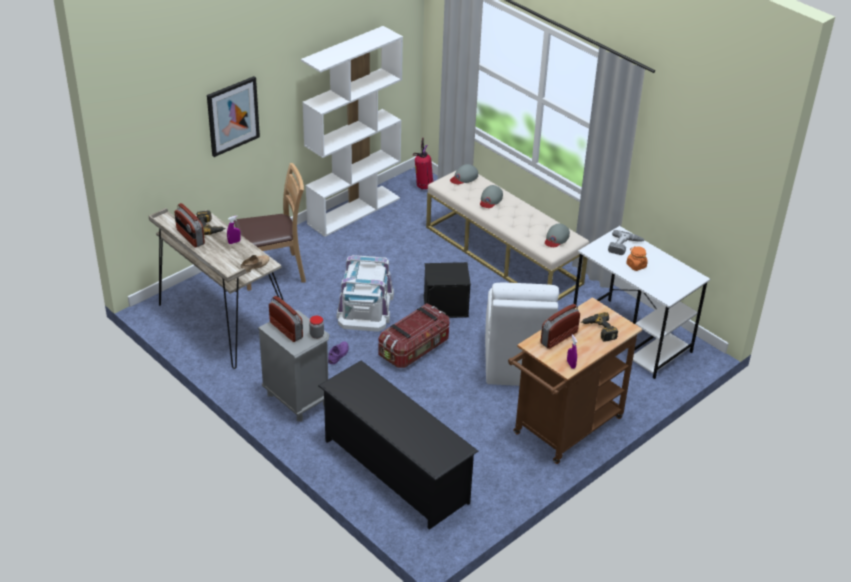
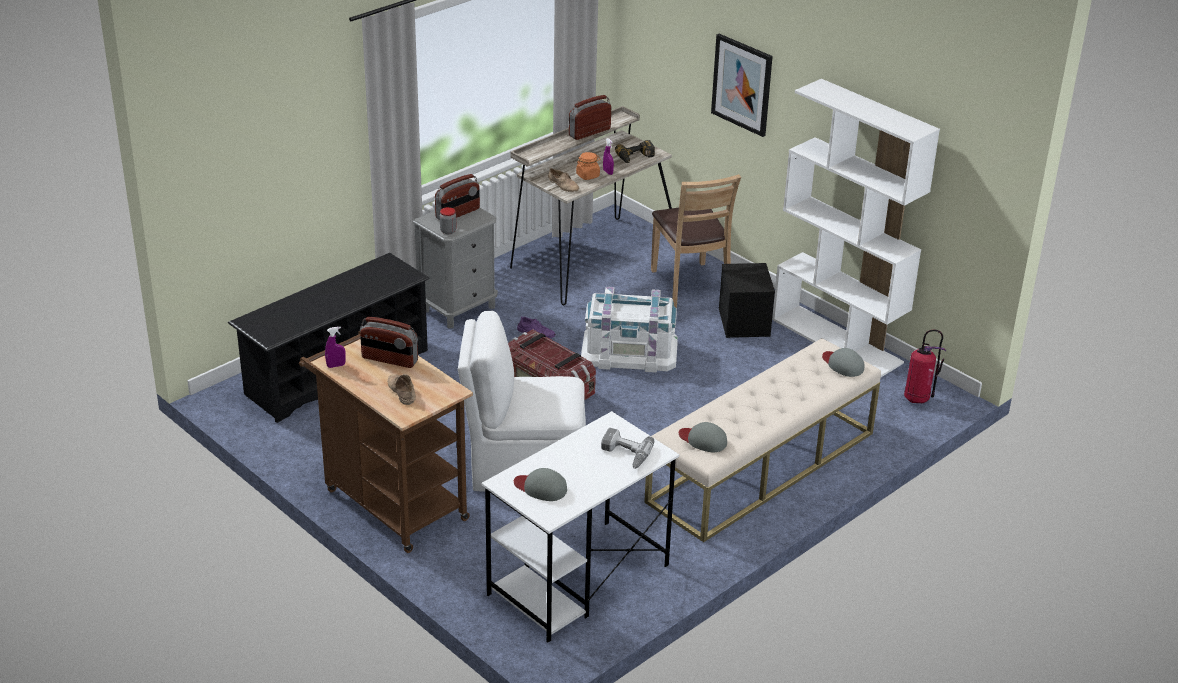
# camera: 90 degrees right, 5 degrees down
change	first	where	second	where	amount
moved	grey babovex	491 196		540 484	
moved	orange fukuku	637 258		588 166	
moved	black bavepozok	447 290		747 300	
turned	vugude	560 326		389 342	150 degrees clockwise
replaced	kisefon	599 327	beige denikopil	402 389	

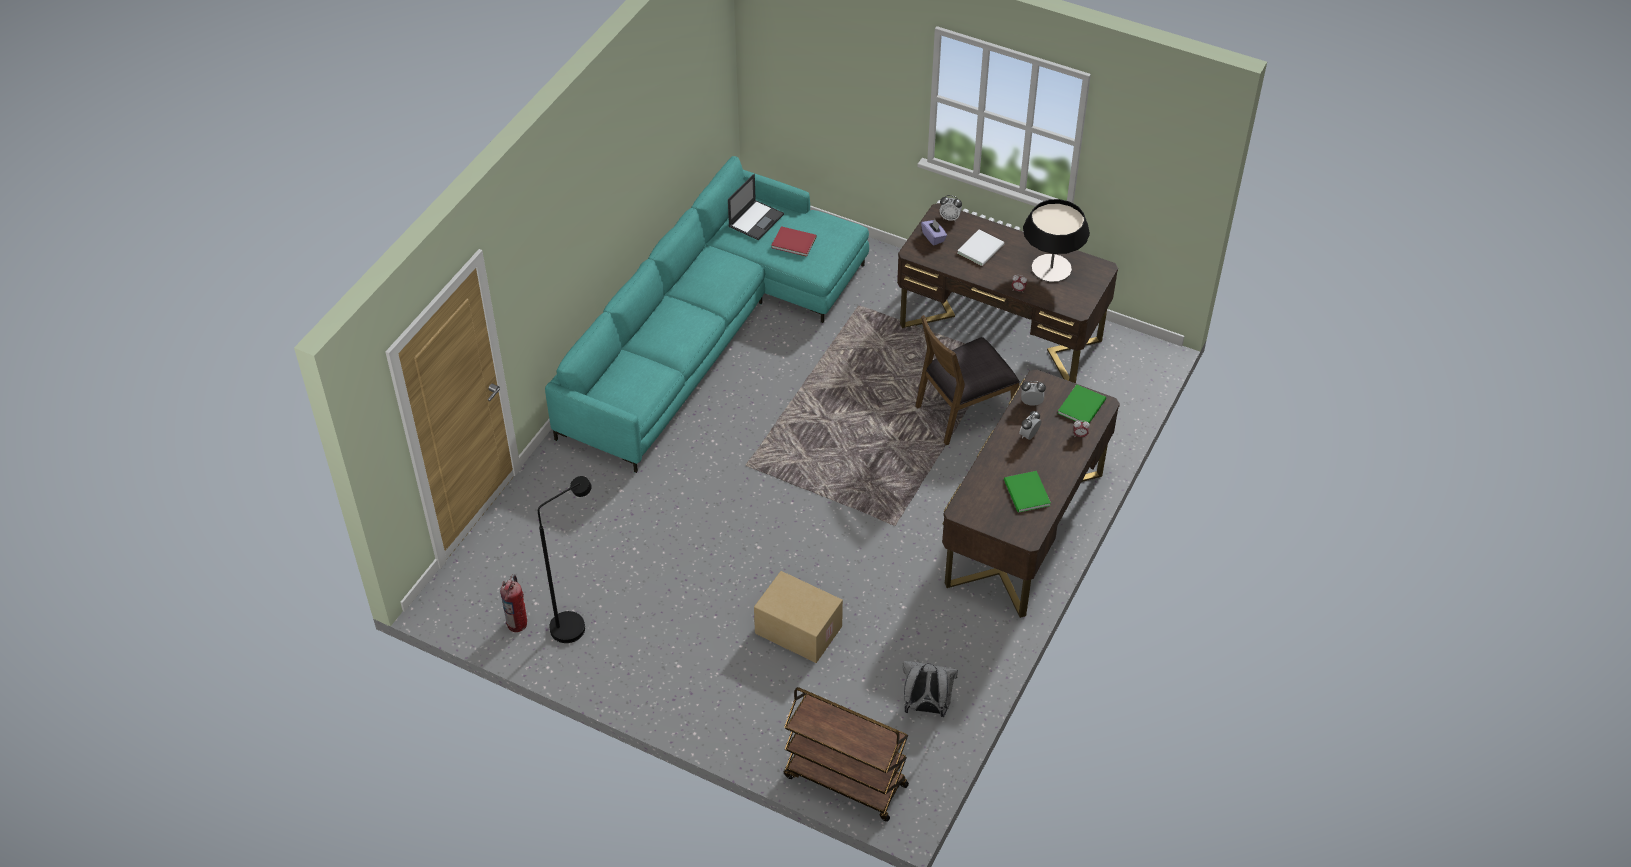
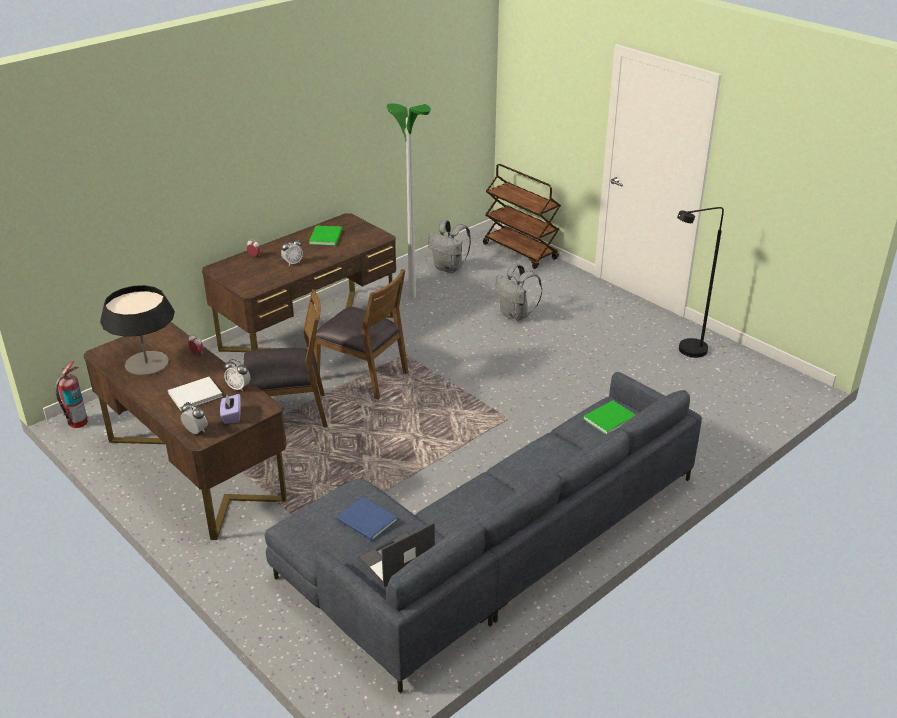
# camera: 160 degrees left, 15 degrees down
change	first	where	second	where	amount
recoloured	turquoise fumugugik	707 314	grey fumugugik	483 532	
recoloured	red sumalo	794 241	blue sumalo	366 519	
moved	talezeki	1033 393		237 375	
moved	green sumalo	1082 403		609 417	
replaced	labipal	798 617	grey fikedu	518 293	
moved	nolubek	513 603		71 394	
added			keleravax	409 200	
added			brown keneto	361 334	

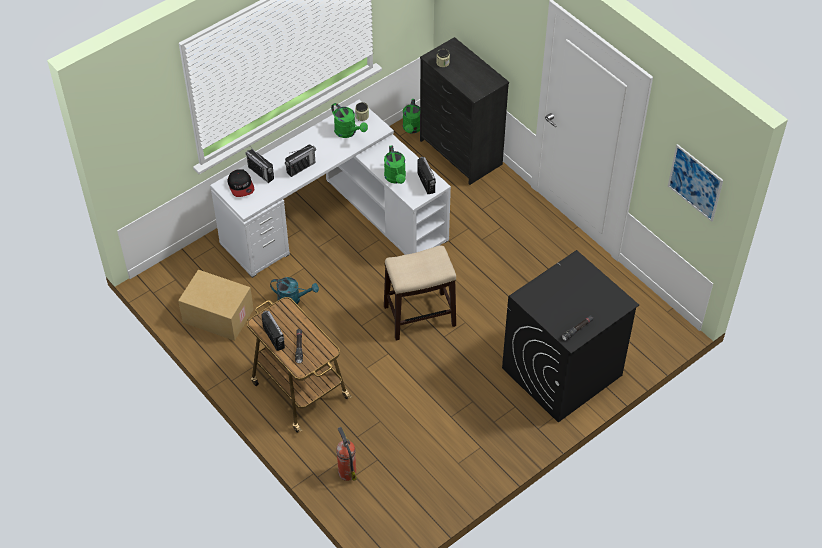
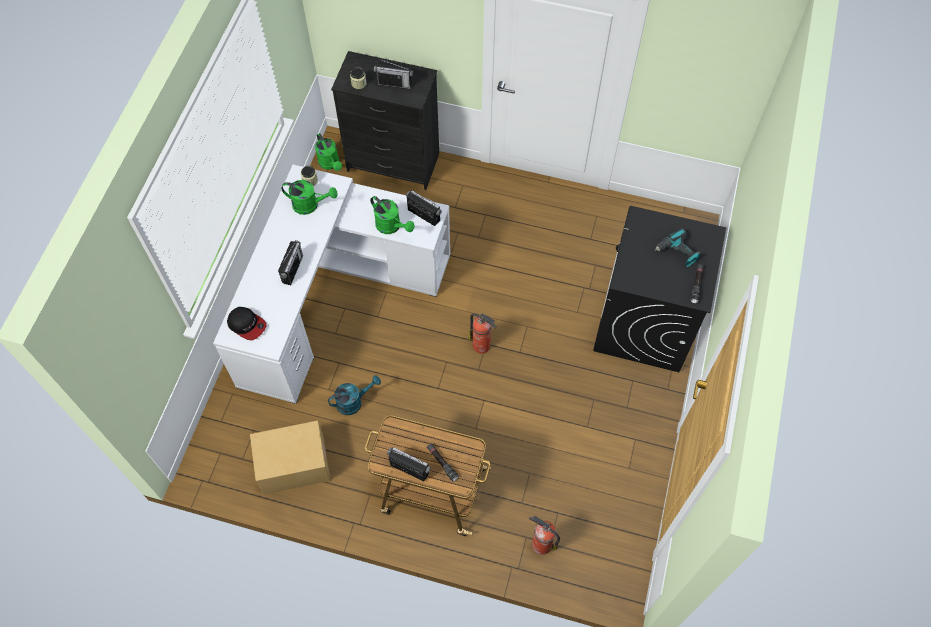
# camera: 35 degrees left, 10 degrees up
change	first	where	second	where	amount
removed	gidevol	695 183			
moved	vugude	259 164		393 74	
replaced	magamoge	420 293	nolubek	483 333	
added			kisefon	677 247	

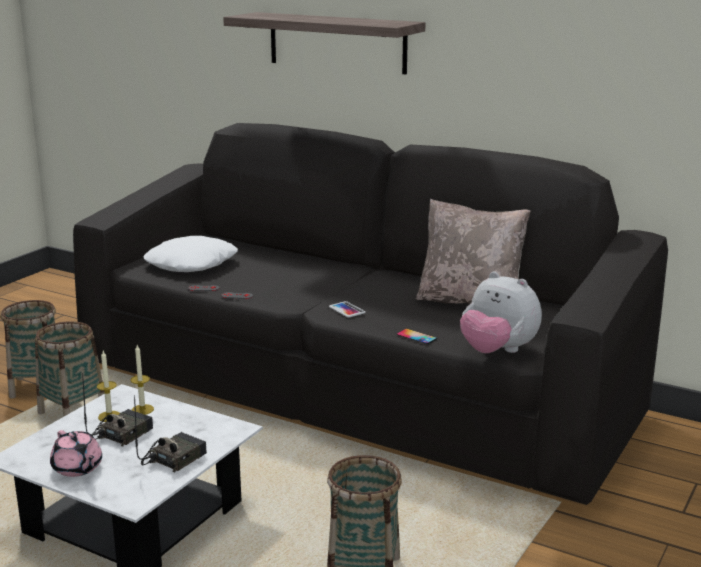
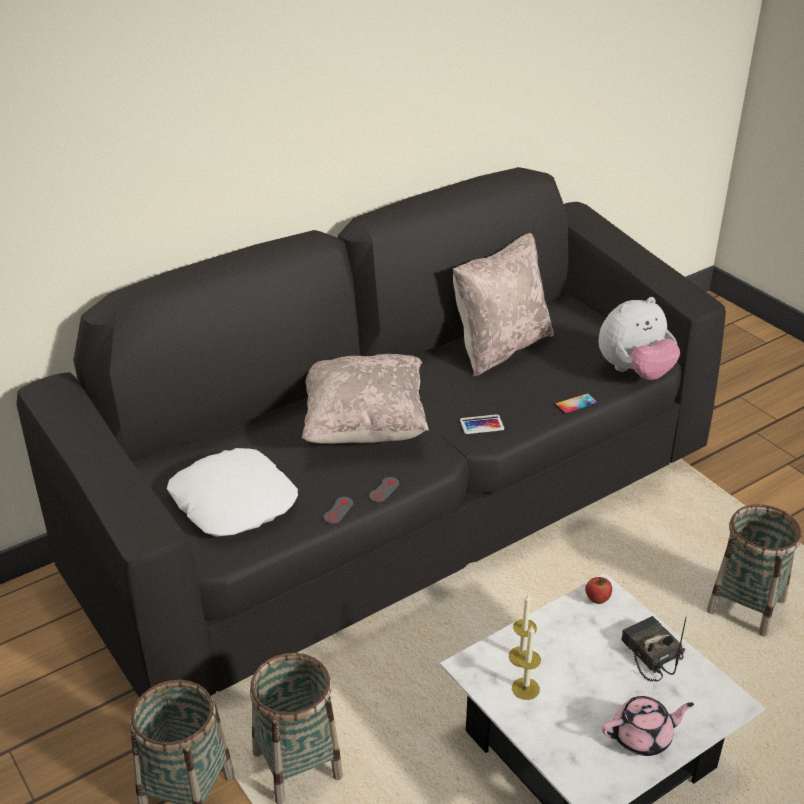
# camera: 65 degrees left, 15 degrees up
change	first	where	second	where	amount
removed	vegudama	324 43			
removed	vugude	117 410			
added			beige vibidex	365 399	
added			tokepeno	598 590	

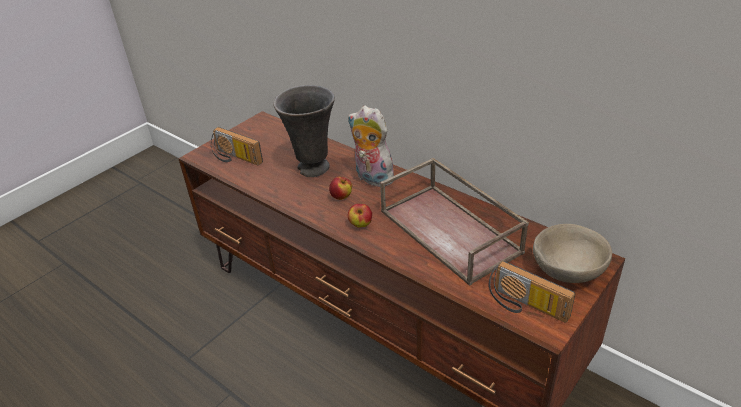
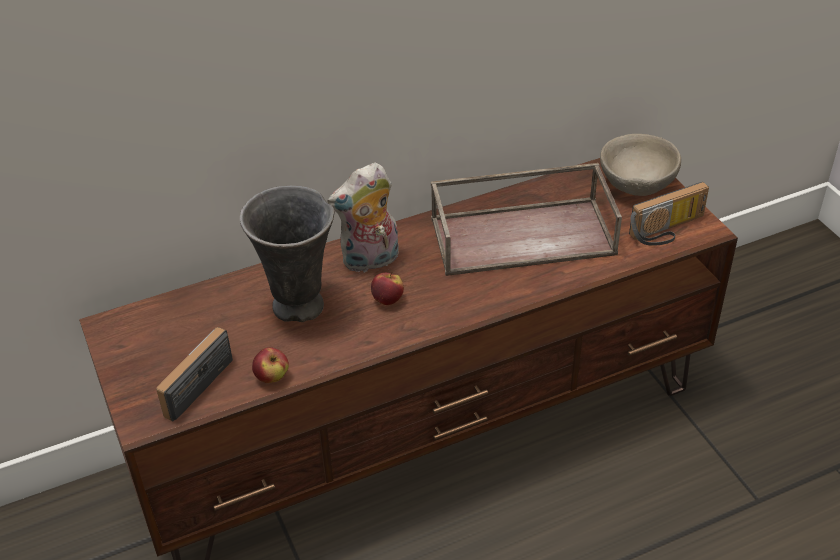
# camera: 65 degrees left, 5 degrees up
change	first	where	second	where	amount
turned	vugude	237 146		194 374	150 degrees clockwise
moved	tokepeno	360 216		270 365	

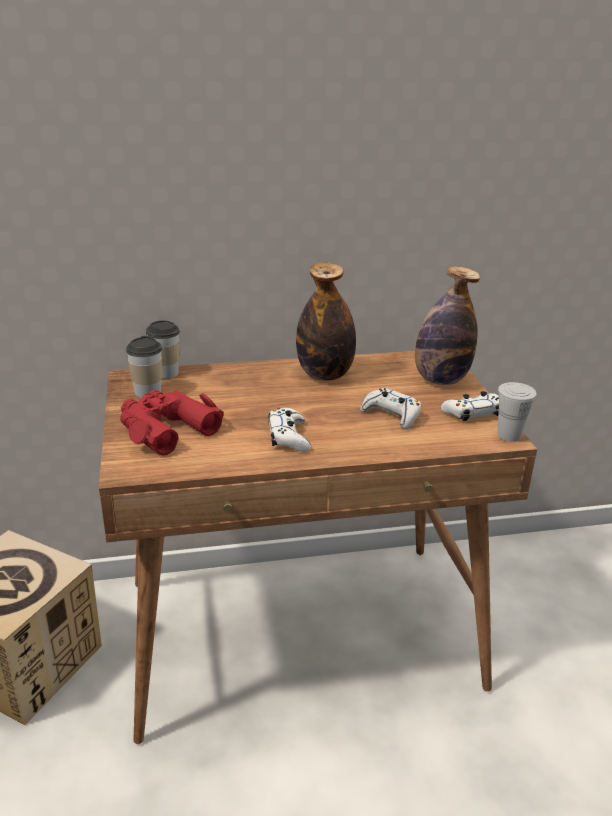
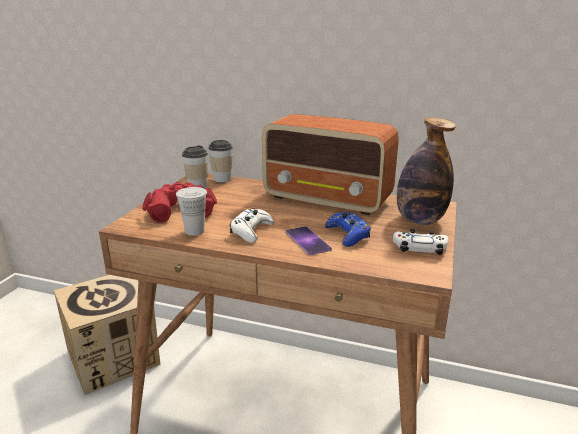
# camera: 30 degrees right, 5 degrees down
change	first	where	second	where	amount
replaced	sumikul	326 321	vugude	330 164	
moved	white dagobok	517 412		191 211	
recoloured	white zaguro	390 408	blue zaguro	348 229	
added			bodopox	308 240	

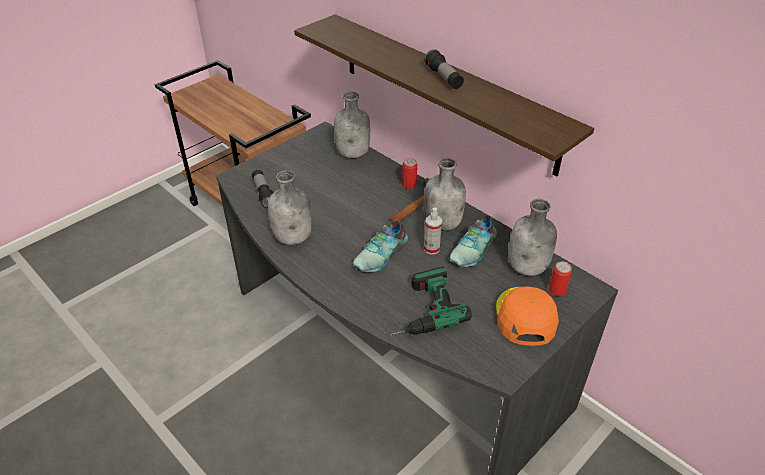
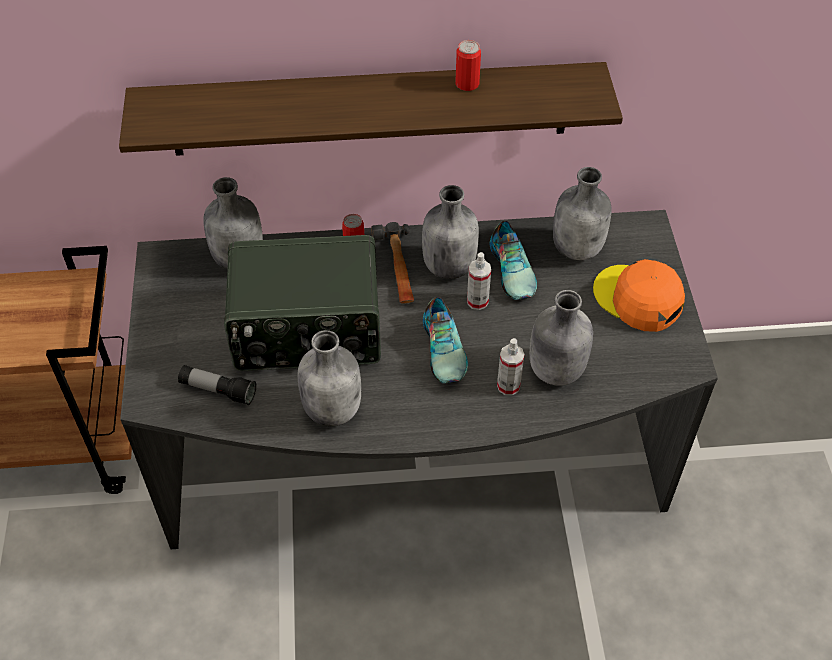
# camera: 50 degrees left, 10 degrees up
change	first	where	second	where	amount
removed	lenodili	444 69			
moved	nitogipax	560 278		468 65	
replaced	kisefon	431 300	grey sumikul	561 338	
added			vugude	302 303	
added			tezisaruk	510 367	

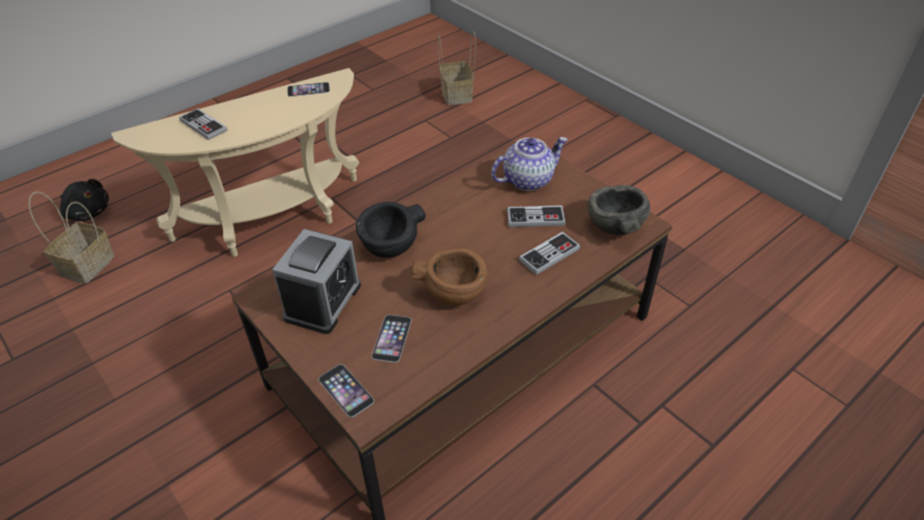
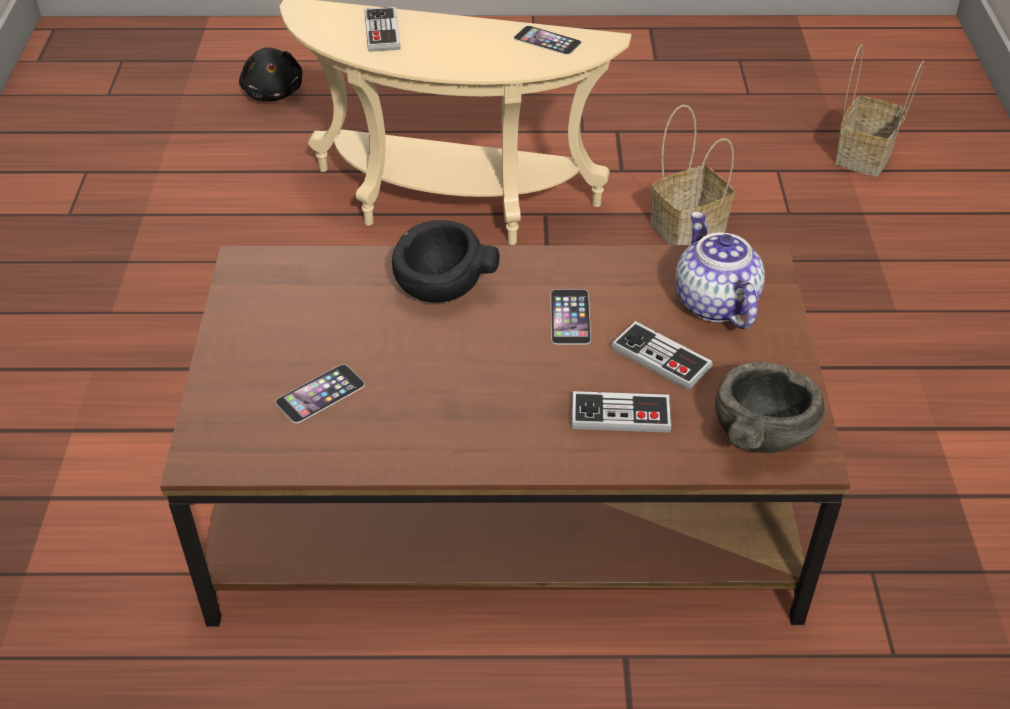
# camera: 40 degrees right, 0 degrees up
change	first	where	second	where	amount
turned	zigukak	529 164		720 270	120 degrees counterclockwise
moved	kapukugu	71 237		692 175	
removed	talezeki	316 281			
removed	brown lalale	449 276			
moved	bodopox	346 390		571 317	

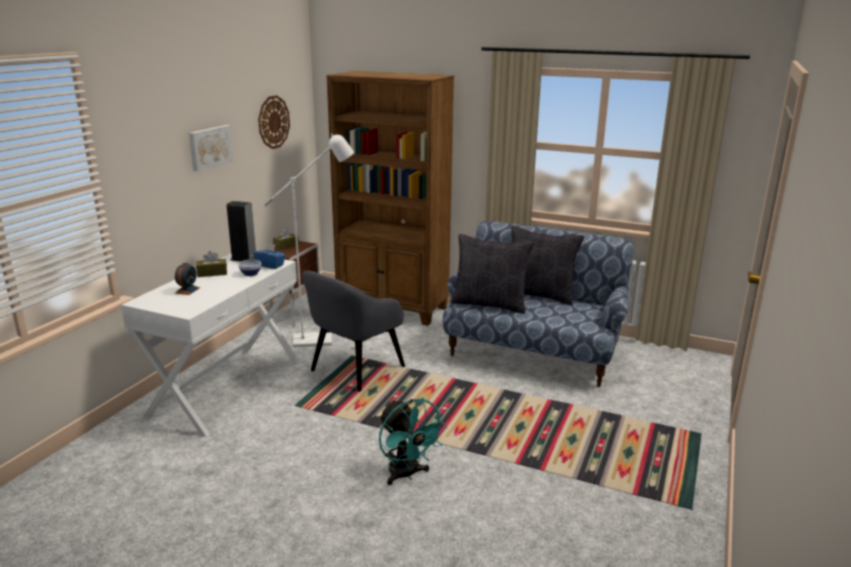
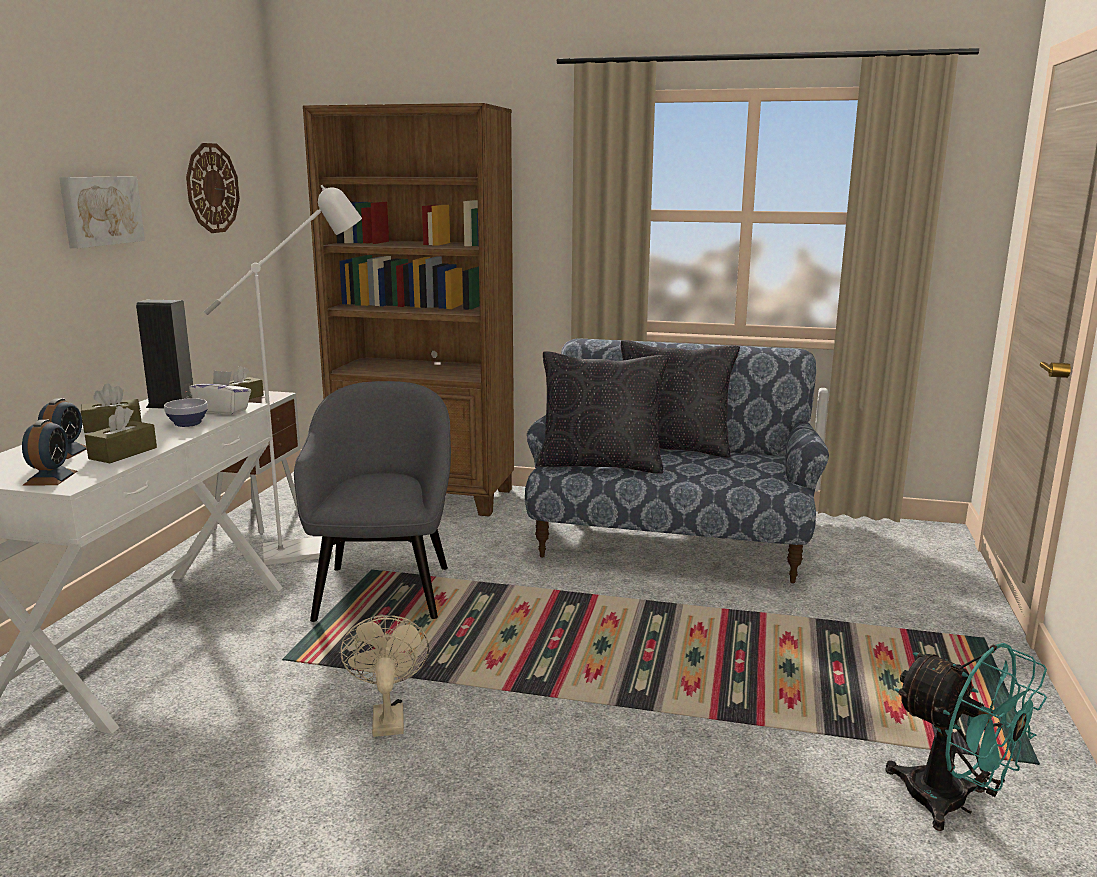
# camera: 10 degrees left, 5 degrees down
change	first	where	second	where	amount
recoloured	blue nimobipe	269 256	white nimobipe	220 392	
turned	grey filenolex	353 331		372 501	150 degrees clockwise
moved	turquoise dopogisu	413 442		966 737	
added			brown nimobipe	121 434	
added			talezeki	50 453	
added			beige dopogisu	384 676	

